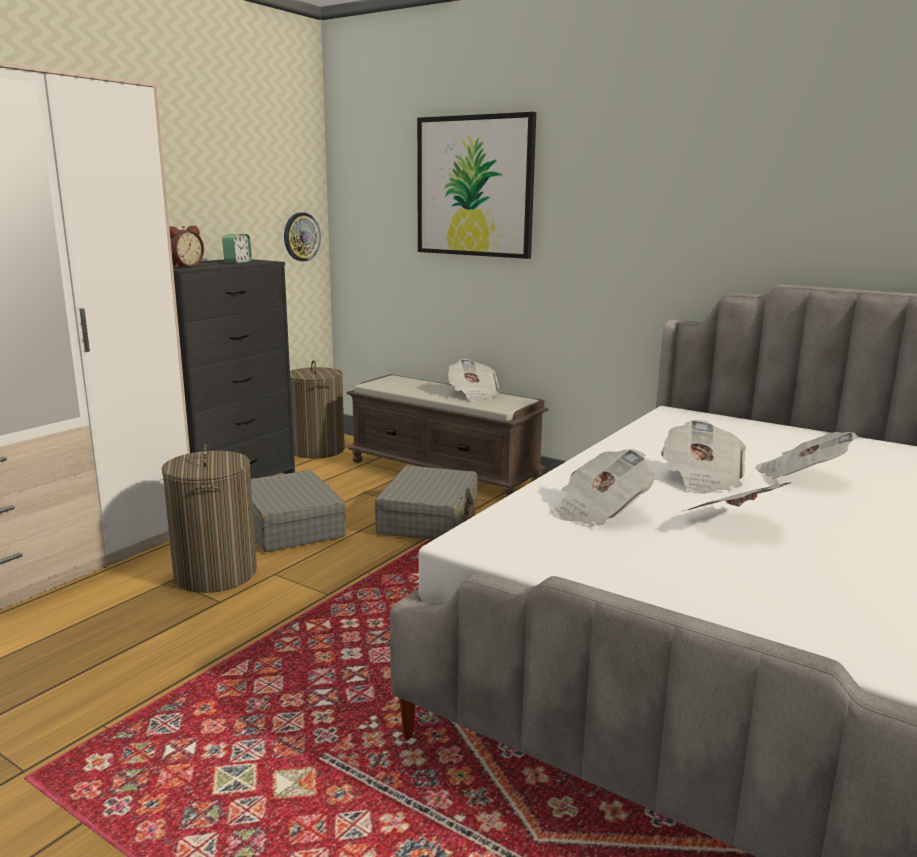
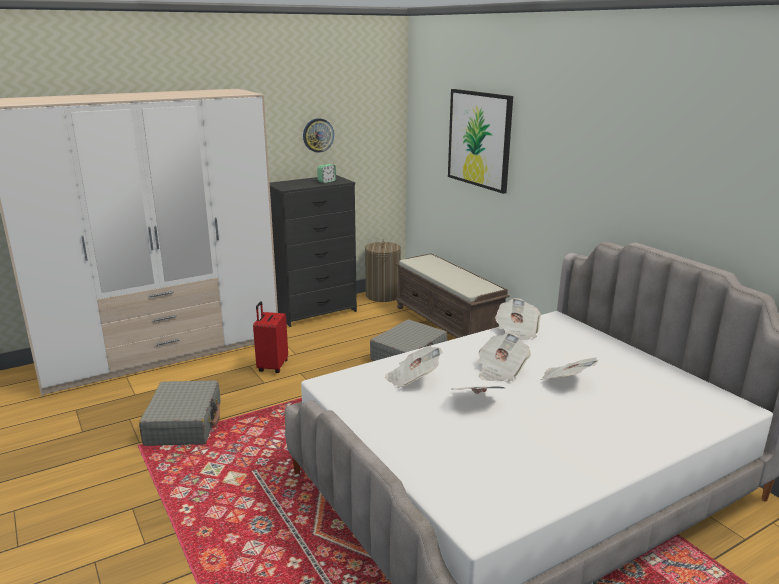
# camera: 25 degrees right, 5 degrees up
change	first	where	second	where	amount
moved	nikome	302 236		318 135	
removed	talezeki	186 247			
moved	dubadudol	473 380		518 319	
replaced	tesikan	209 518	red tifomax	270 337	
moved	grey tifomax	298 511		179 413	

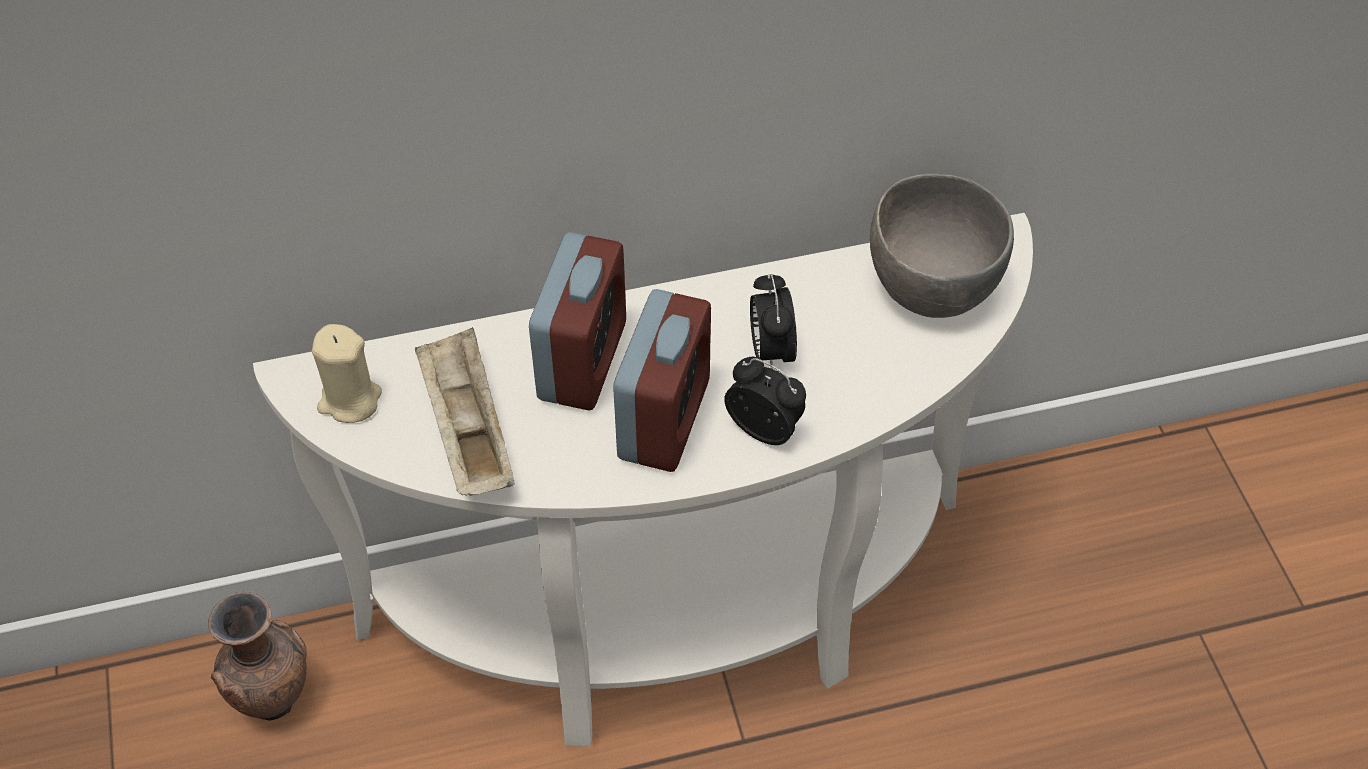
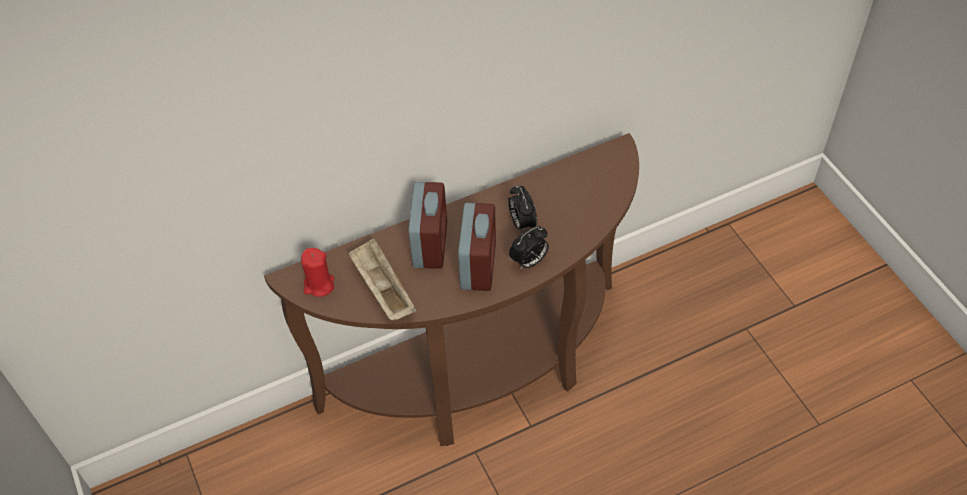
# camera: 10 degrees left, 0 degrees up
change	first	where	second	where	amount
removed	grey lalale	942 246			
recoloured	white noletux	643 480	brown noletux	451 289	
recoloured	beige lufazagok	347 373	red lufazagok	317 272	
turned	talezeki	765 401		529 248	120 degrees clockwise
removed	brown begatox	257 656			

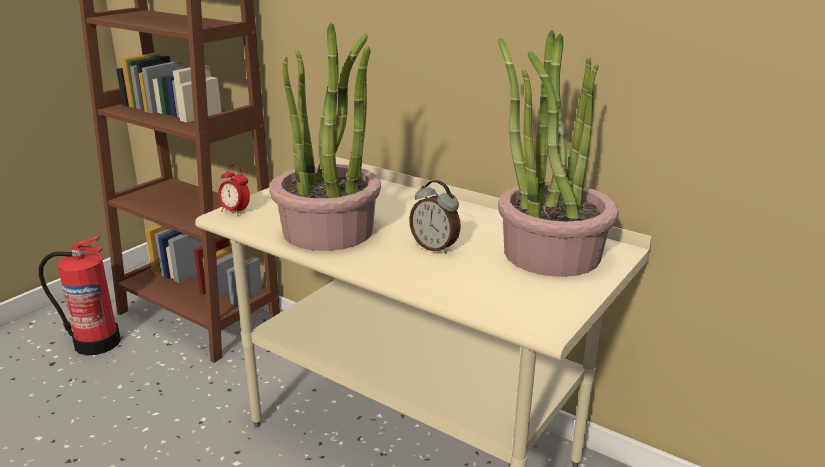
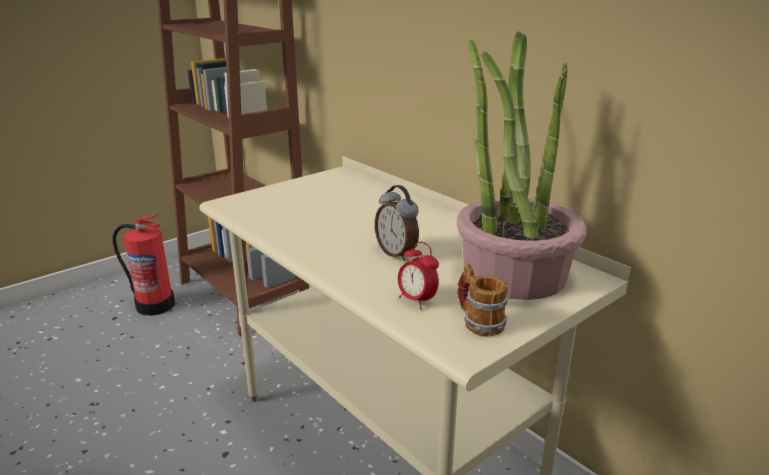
# camera: 15 degrees right, 0 degrees up
change	first	where	second	where	amount
removed	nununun	325 137			
moved	talezeki	234 190		418 275	
added			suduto	482 299	

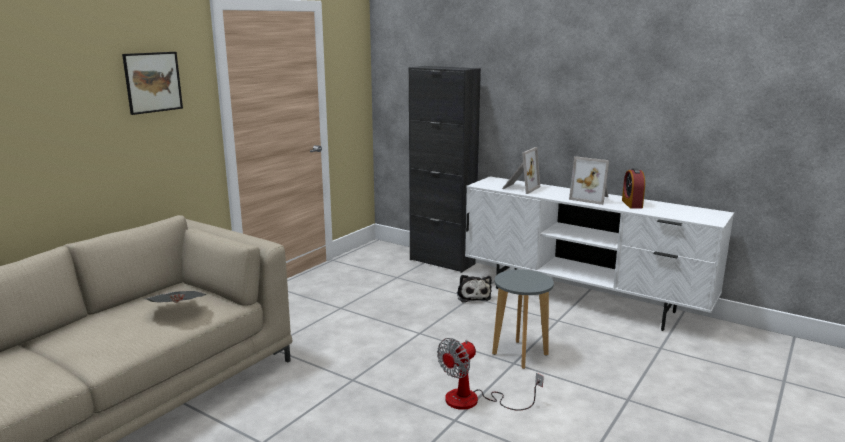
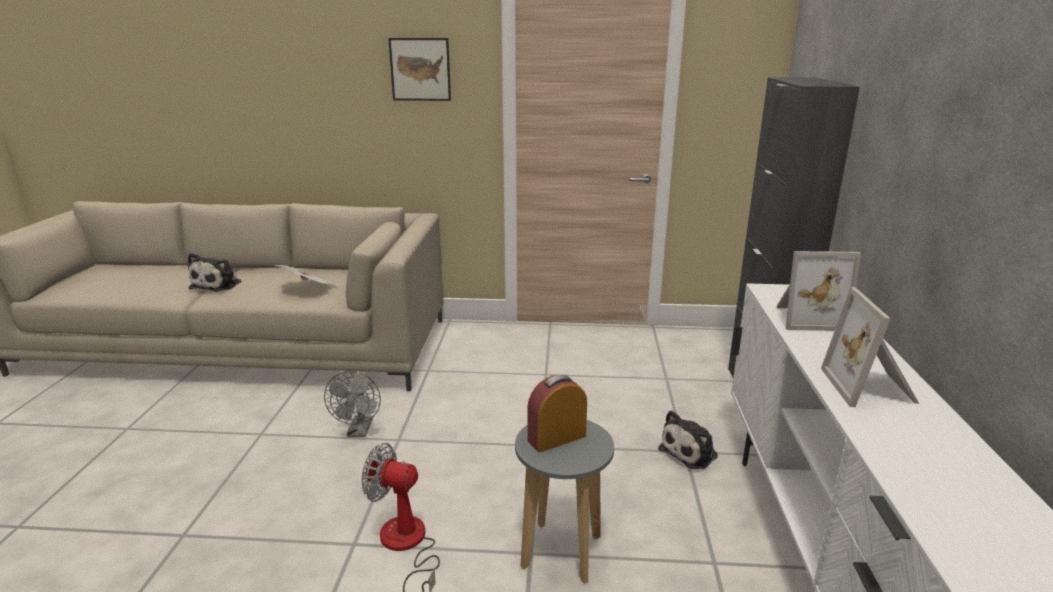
# camera: 60 degrees right, 5 degrees up
change	first	where	second	where	amount
moved	talezeki	633 188		557 414	
added			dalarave	214 272	
added			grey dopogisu	352 404	

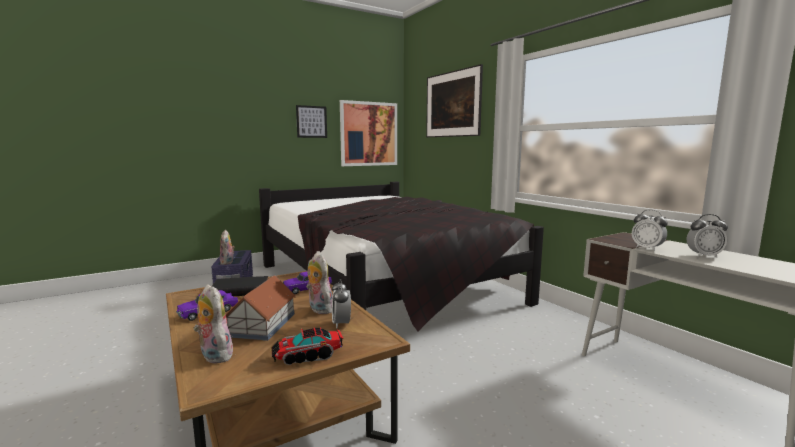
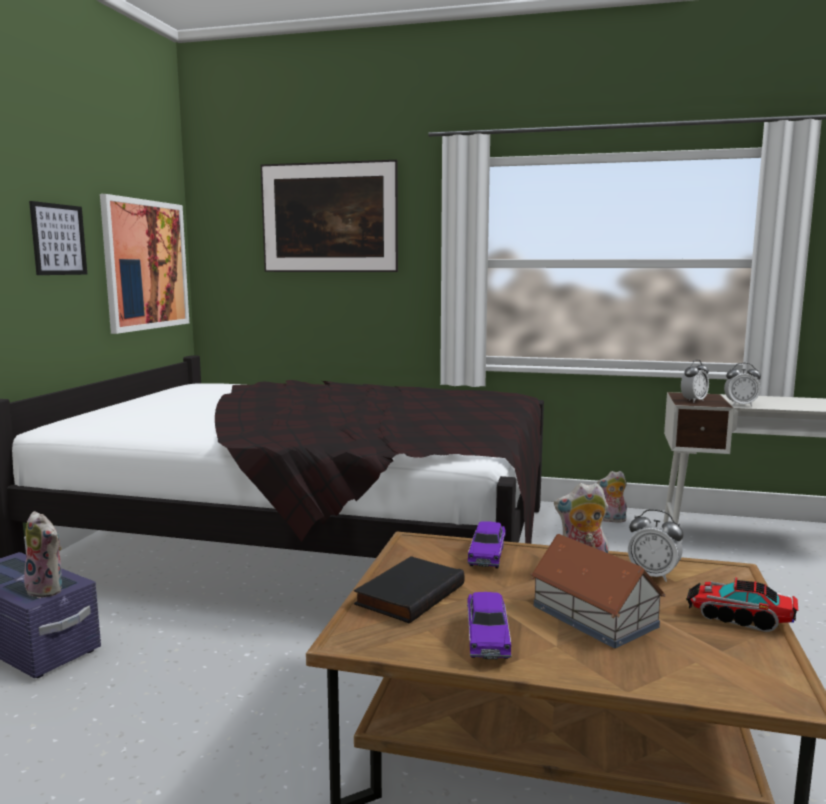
# camera: 45 degrees left, 0 degrees up
change	first	where	second	where	amount
moved	talezeki	707 235		695 381	
moved	dalarave	213 324		612 496	
turned	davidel	307 346		742 604	90 degrees clockwise

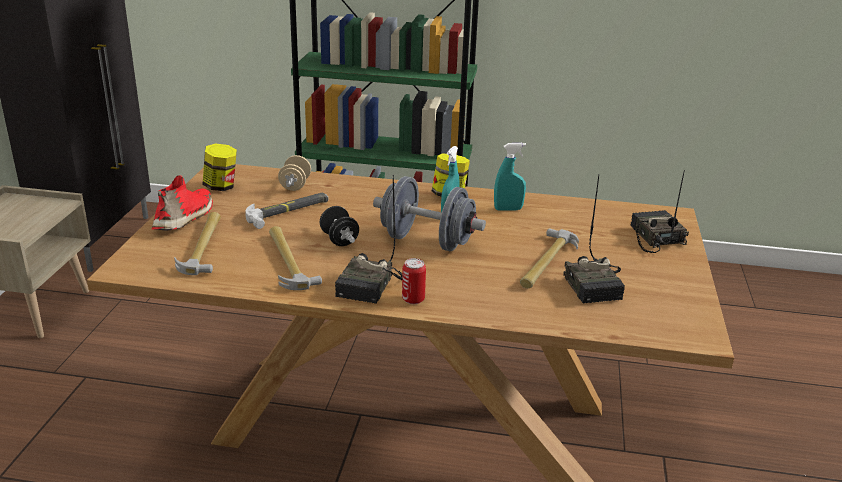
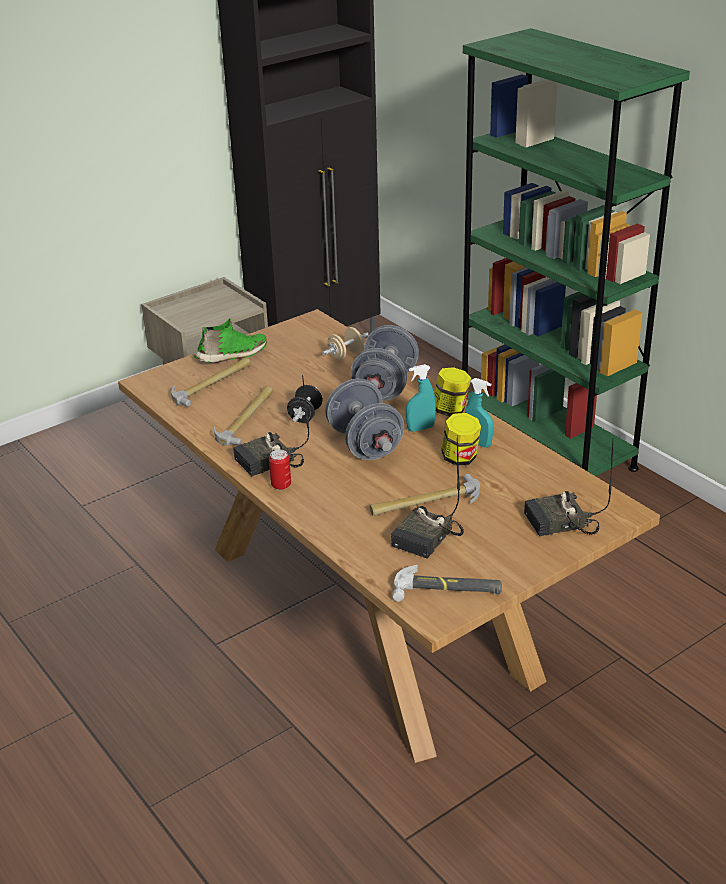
# camera: 45 degrees right, 5 degrees up
change	first	where	second	where	amount
moved	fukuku	219 167		461 439	
turned	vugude	659 211		569 486	135 degrees counterclockwise
recoloured	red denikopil	182 203	green denikopil	230 341	
moved	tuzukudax	286 211		447 583	
added			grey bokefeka	385 363	

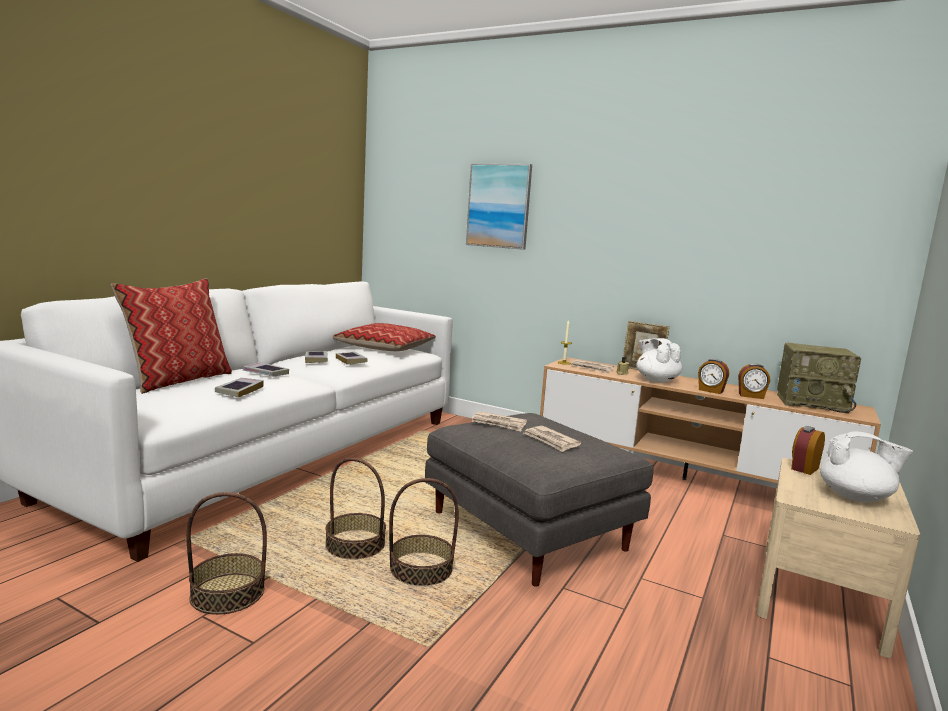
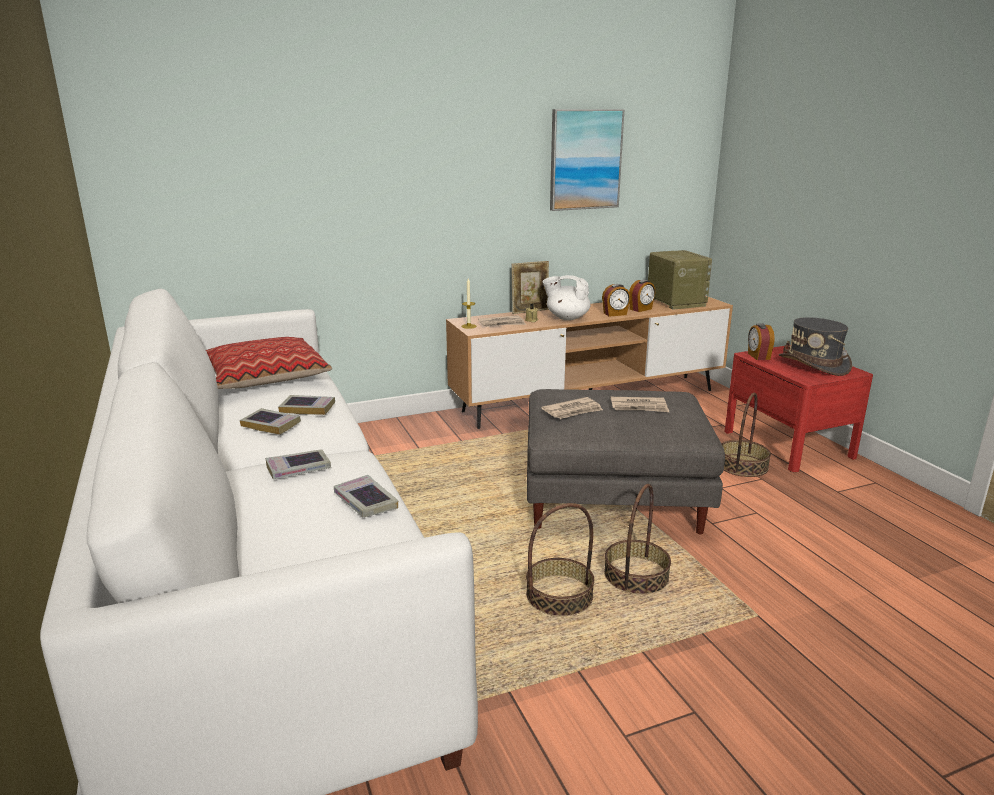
# camera: 50 degrees left, 10 degrees up
change	first	where	second	where	amount
moved	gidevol	499 206		587 160	
removed	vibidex	171 336			
turned	vugude	819 378		680 280	75 degrees counterclockwise
replaced	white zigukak	866 466	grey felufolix	815 346	
recoloured	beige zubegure	838 558	red zubegure	798 408	
moved	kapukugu	226 553		746 435	

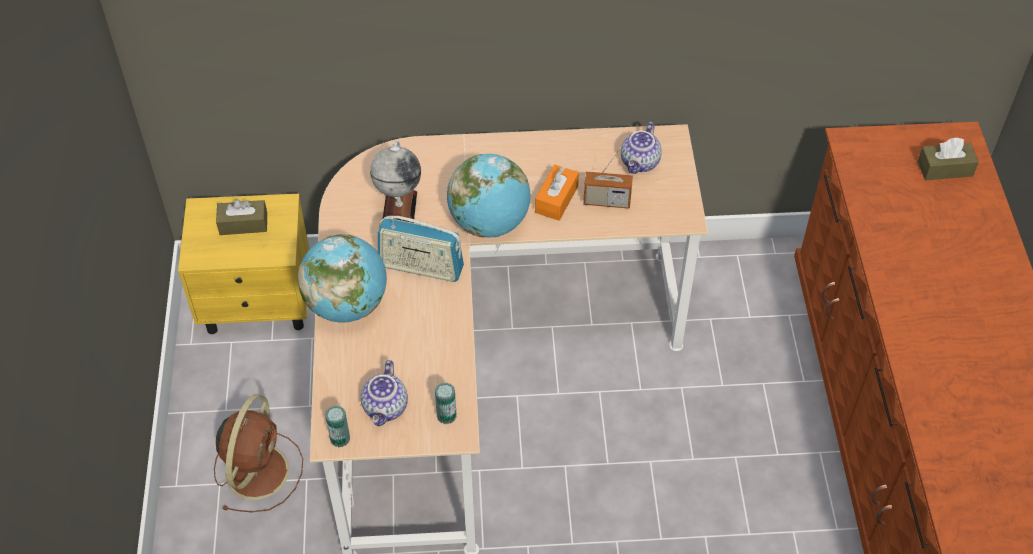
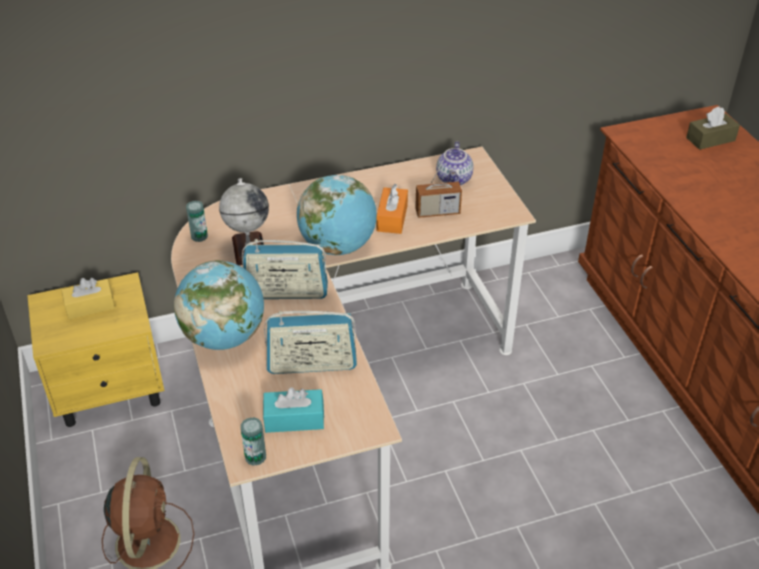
# camera: 15 degrees left, 10 degrees down
change	first	where	second	where	amount
recoloured	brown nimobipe	241 217	yellow nimobipe	88 298	
replaced	zigukak	384 393	turquoise nimobipe	293 410	
moved	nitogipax	446 403		197 221	
added			vugude	310 342	

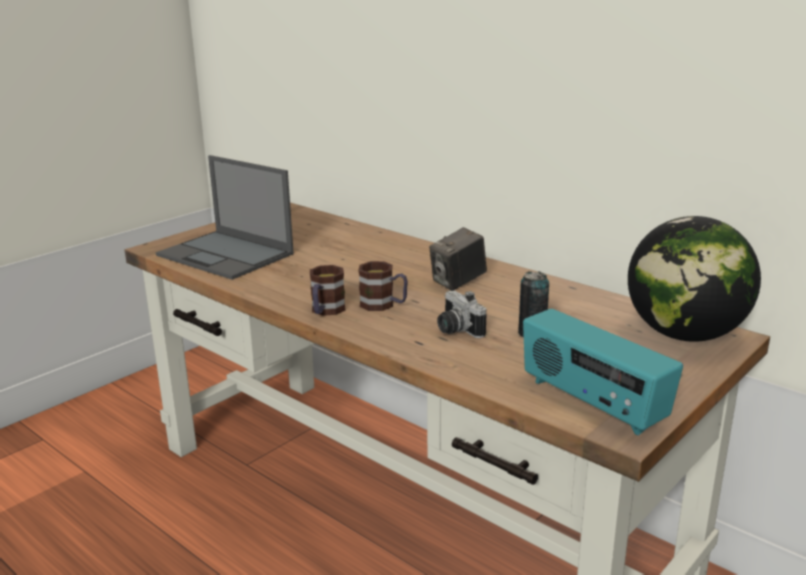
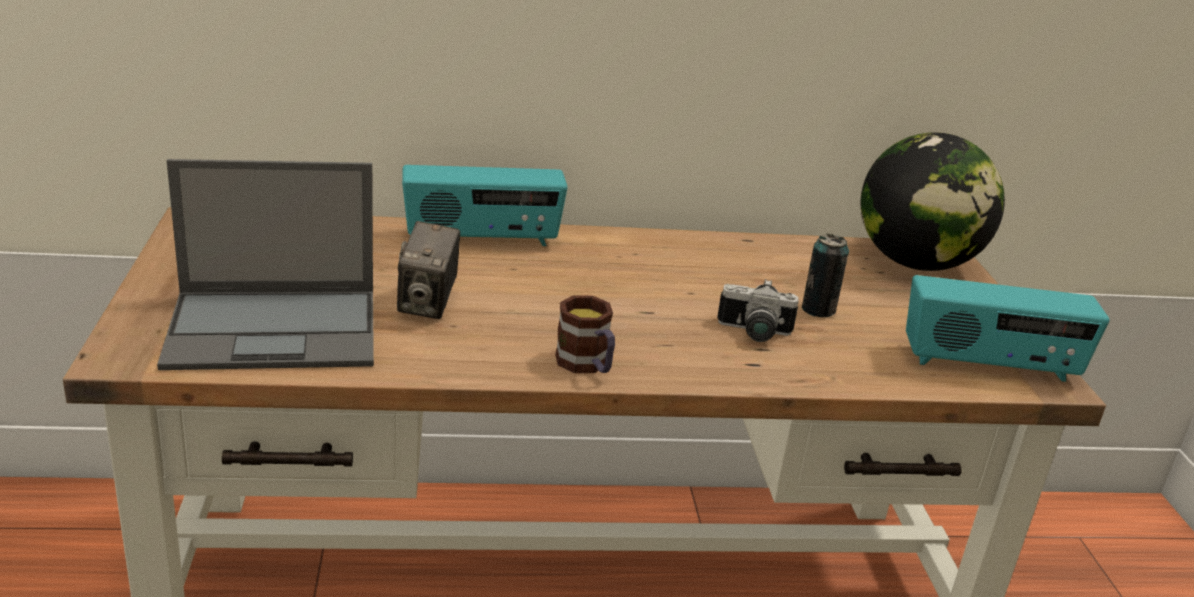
# camera: 50 degrees left, 5 degrees up
change	first	where	second	where	amount
moved	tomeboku	458 258		428 270	
removed	suduto	383 286			
added			vugude	485 205	

